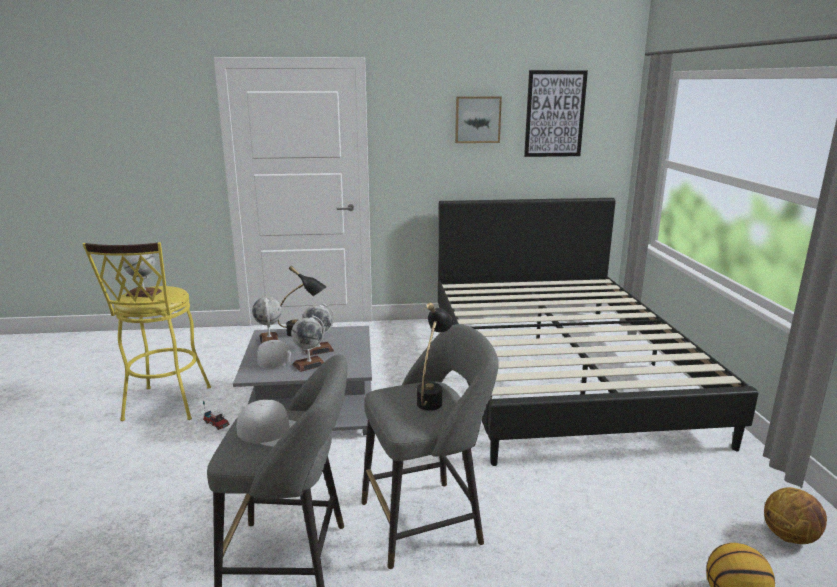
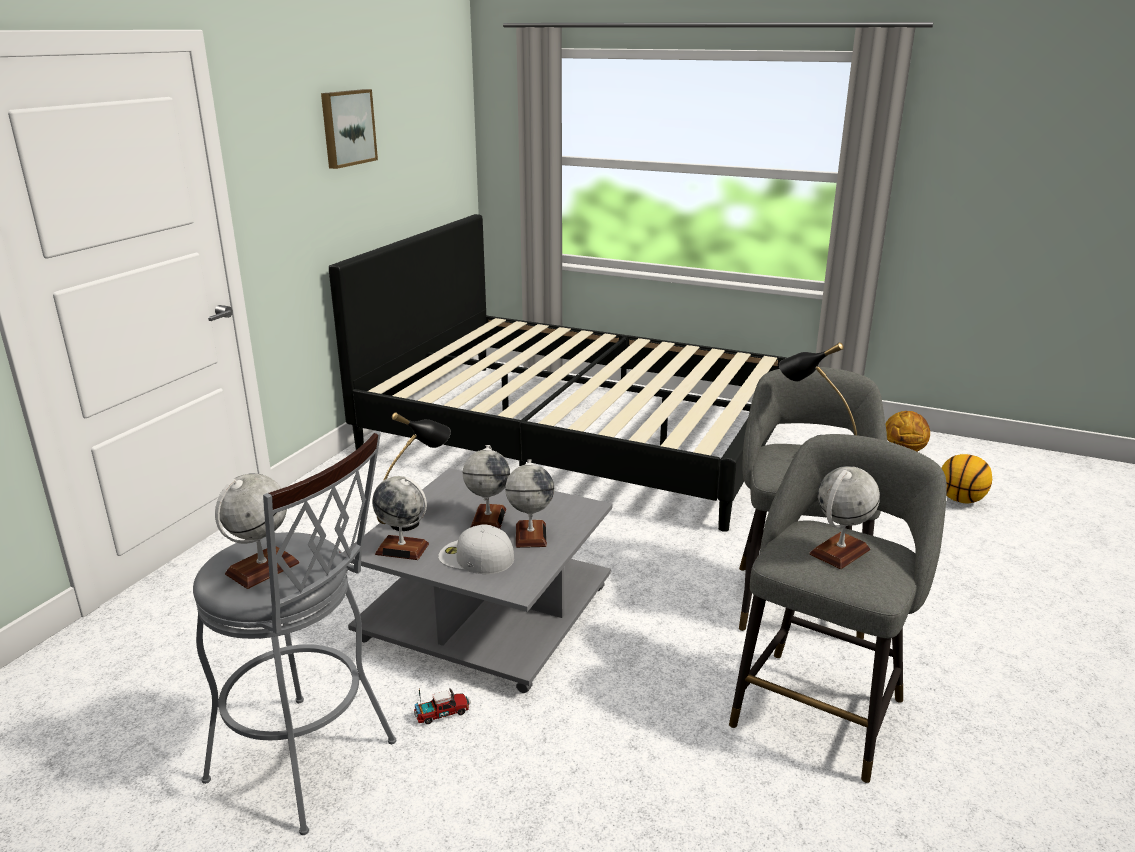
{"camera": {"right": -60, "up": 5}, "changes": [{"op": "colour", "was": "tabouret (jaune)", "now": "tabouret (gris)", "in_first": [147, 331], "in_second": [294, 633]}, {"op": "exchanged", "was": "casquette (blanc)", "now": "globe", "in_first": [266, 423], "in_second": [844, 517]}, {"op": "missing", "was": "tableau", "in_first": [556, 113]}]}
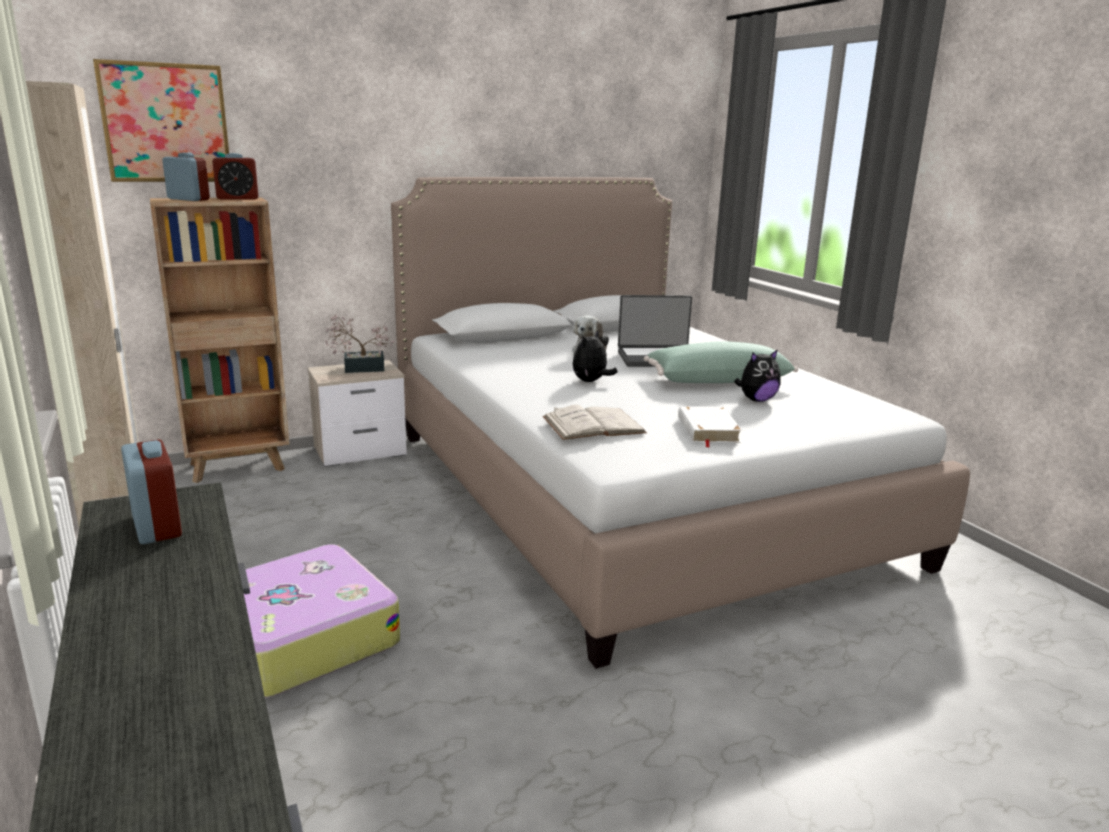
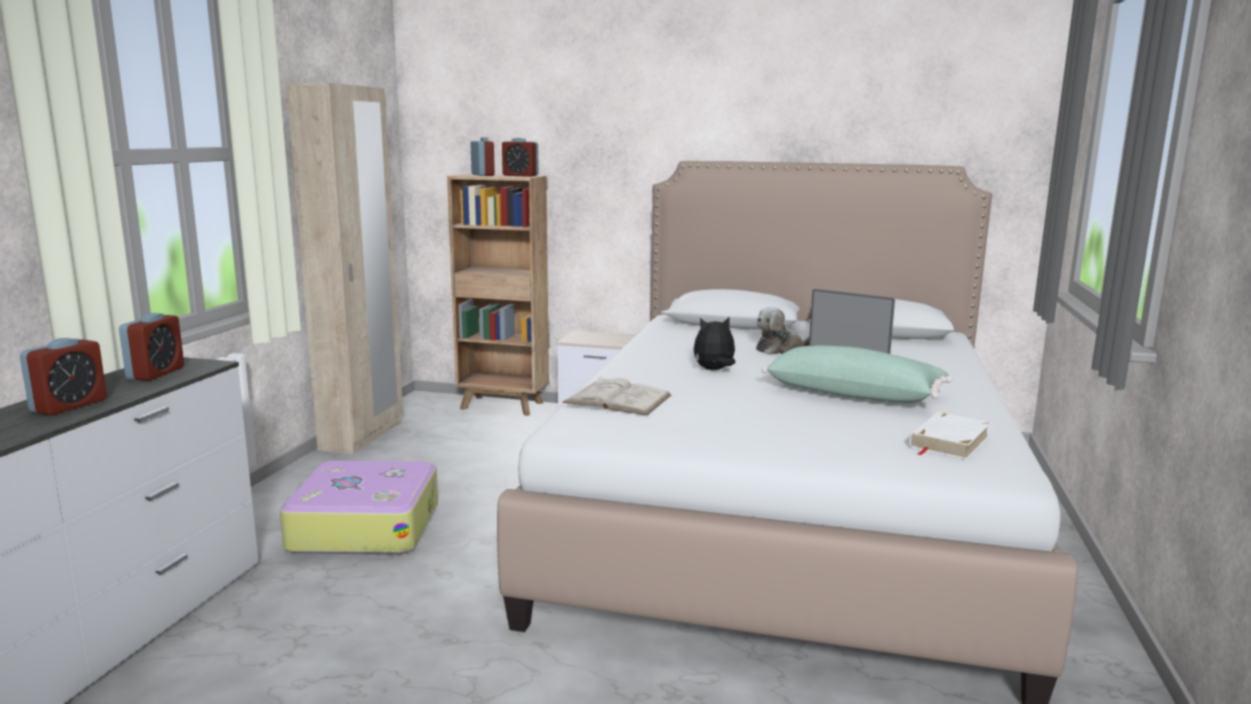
{"camera": {"right": 40, "up": -5}, "changes": [{"op": "missing", "was": "tableau", "in_first": [161, 120]}, {"op": "missing", "was": "plante en pot", "in_first": [359, 343]}, {"op": "relocated", "was": "livre (blanc)", "in_first": [710, 427], "in_second": [950, 436]}, {"op": "missing", "was": "peluche", "in_first": [757, 375]}, {"op": "appeared", "now": "réveil", "in_second": [63, 377]}]}
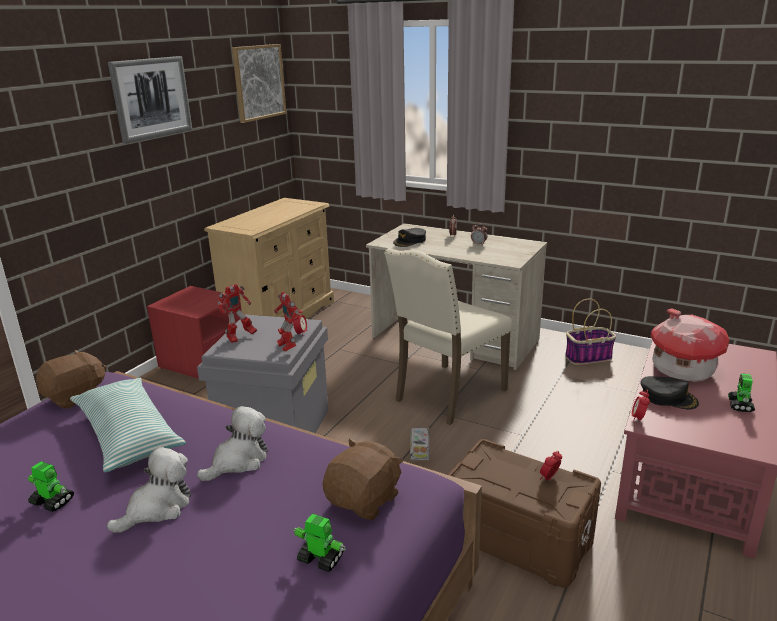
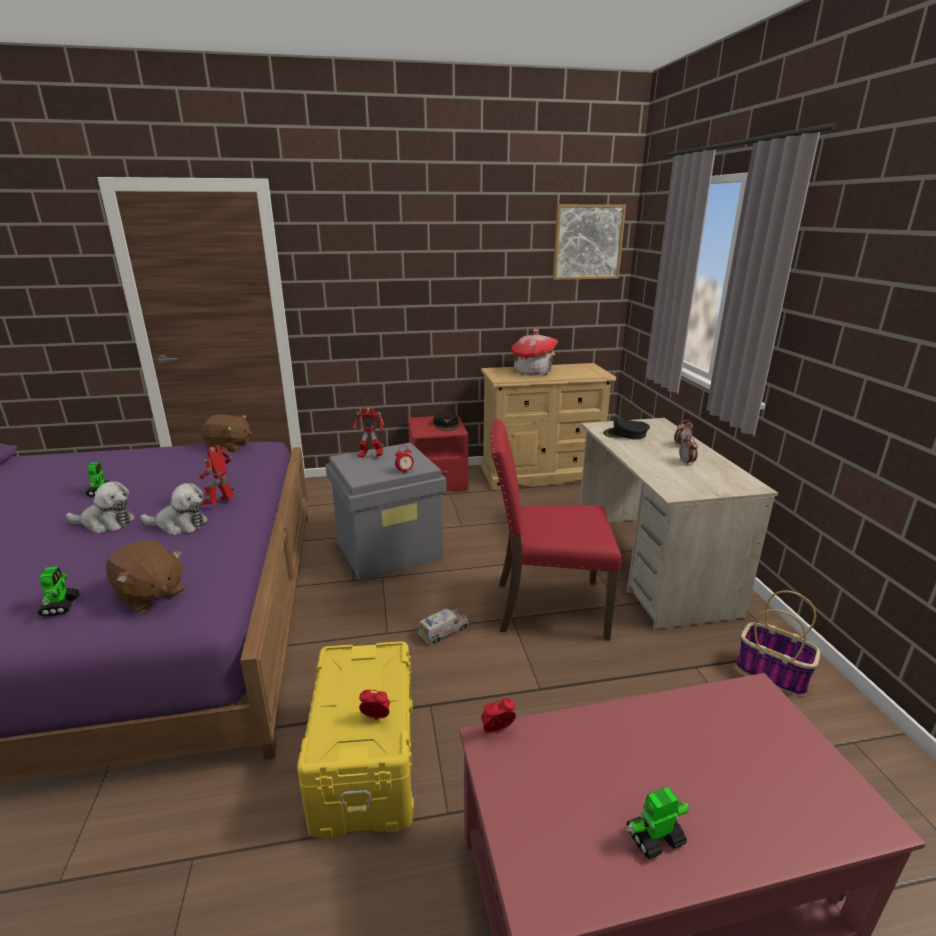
{"camera": {"right": 50, "up": 0}, "changes": [{"op": "missing", "was": "coussin", "in_first": [128, 425]}, {"op": "missing", "was": "tableau", "in_first": [150, 100]}, {"op": "relocated", "was": "robot jouet", "in_first": [286, 321], "in_second": [217, 475]}, {"op": "spun", "was": "peluche (marron)", "in_first": [362, 479], "in_second": [145, 576], "clockwise": 45}, {"op": "colour", "was": "chaise (beige)", "now": "chaise (rouge)", "in_first": [448, 336], "in_second": [556, 530]}, {"op": "colour", "was": "boîte de rangement (marron)", "now": "boîte de rangement (jaune)", "in_first": [524, 513], "in_second": [355, 740]}, {"op": "relocated", "was": "casquette (noir)", "in_first": [669, 392], "in_second": [446, 421]}, {"op": "relocated", "was": "maison miniature", "in_first": [690, 345], "in_second": [534, 352]}]}
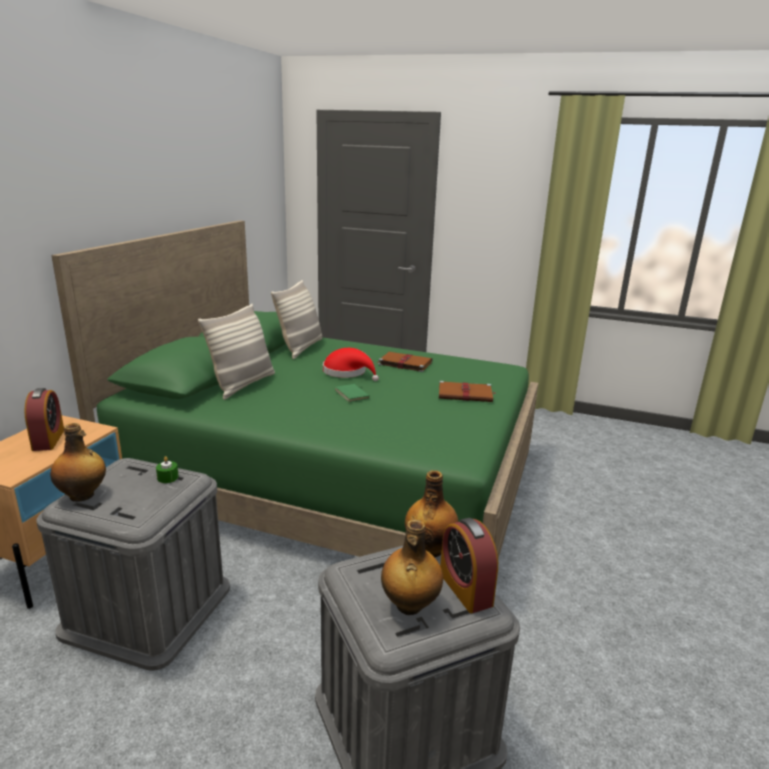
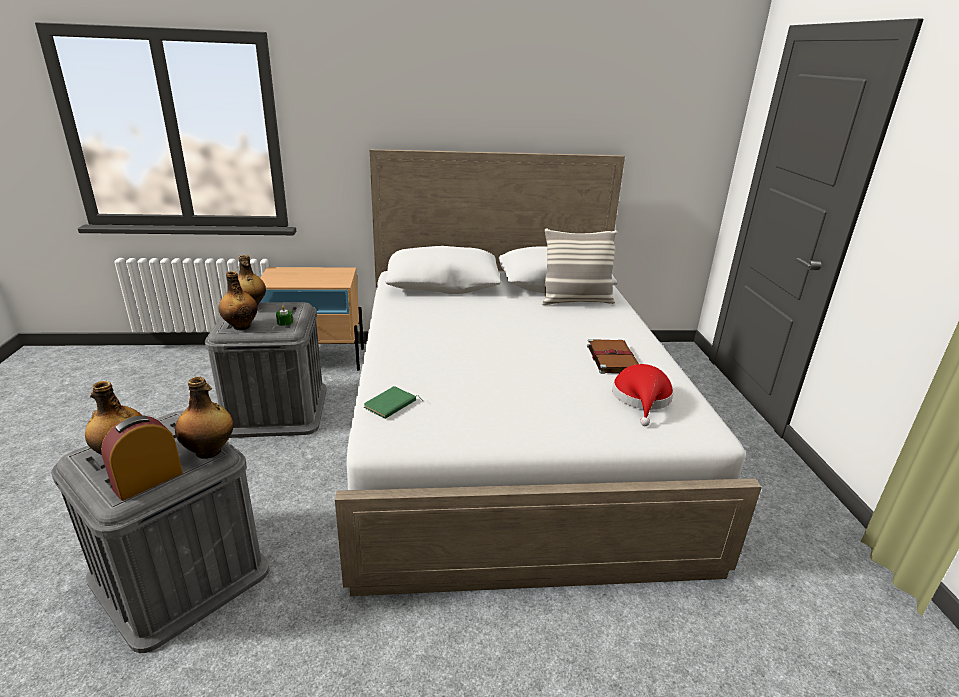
{"camera": {"right": 65, "up": 5}, "changes": [{"op": "missing", "was": "réveil", "in_first": [44, 419]}, {"op": "colour", "was": "lit (vert)", "now": "lit (blanc)", "in_first": [294, 389], "in_second": [548, 372]}, {"op": "missing", "was": "coussin", "in_first": [236, 352]}, {"op": "relocated", "was": "chapeau (rouge)", "in_first": [351, 364], "in_second": [643, 395]}, {"op": "relocated", "was": "livre (vert)", "in_first": [352, 393], "in_second": [393, 402]}, {"op": "missing", "was": "livre (marron)", "in_first": [467, 391]}, {"op": "appeared", "now": "bouteille", "in_second": [237, 300]}]}
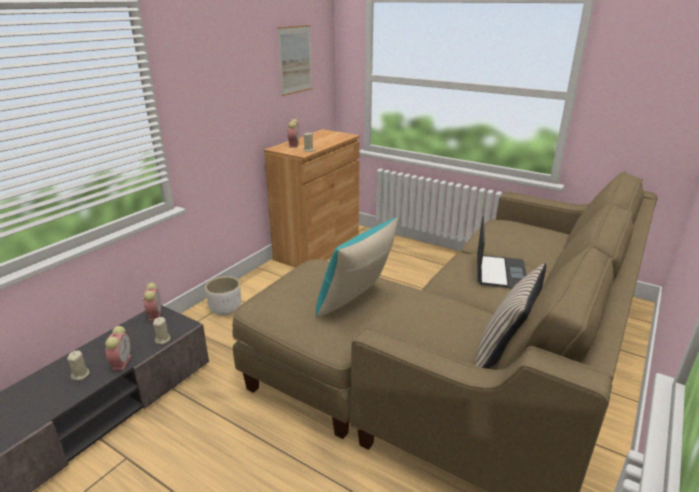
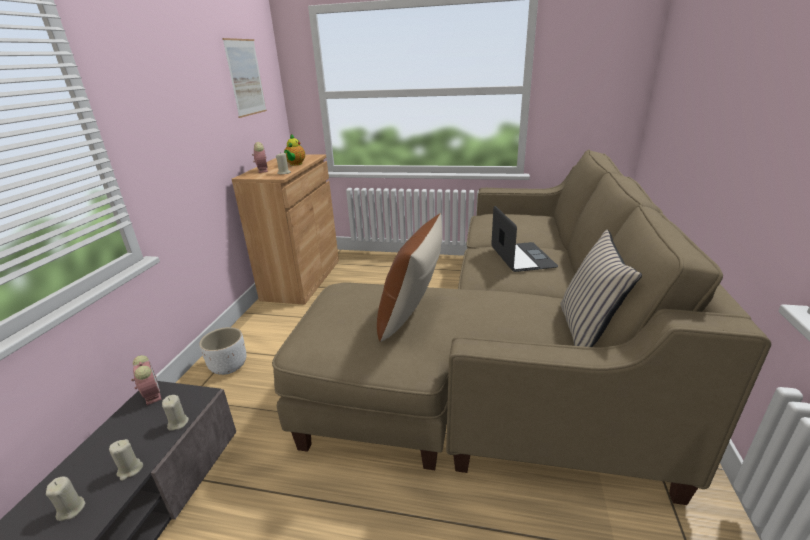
{"camera": {"right": -20, "up": 0}, "changes": [{"op": "exchanged", "was": "réveil", "now": "bougie (beige)", "in_first": [118, 348], "in_second": [126, 460]}, {"op": "colour", "was": "coussin (turquoise)", "now": "coussin (marron)", "in_first": [357, 267], "in_second": [409, 277]}, {"op": "appeared", "now": "théière", "in_second": [294, 150]}]}
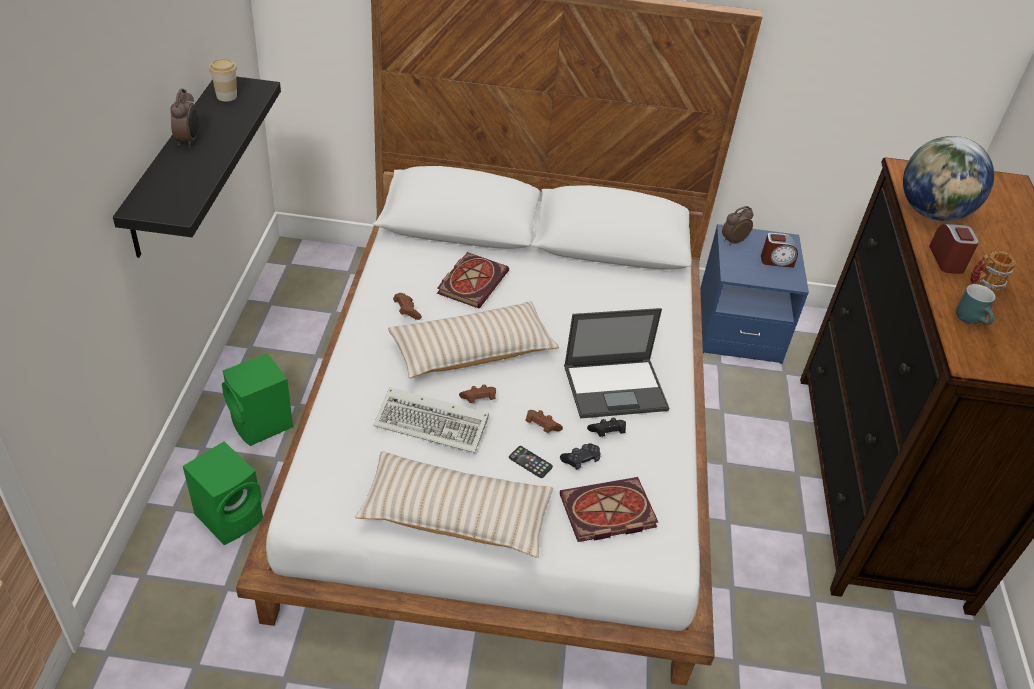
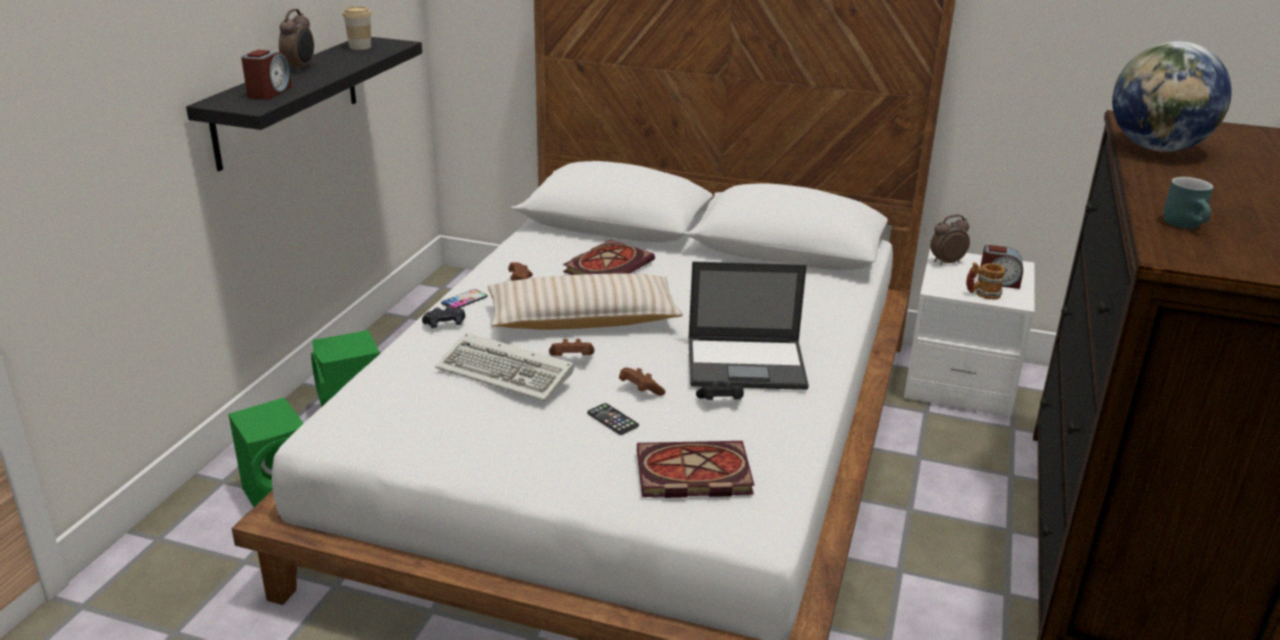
{"camera": {"right": 15, "up": -15}, "changes": [{"op": "missing", "was": "coussin (beige)", "in_first": [454, 505]}, {"op": "relocated", "was": "manette (noir)", "in_first": [580, 456], "in_second": [443, 317]}, {"op": "colour", "was": "table de chevet (bleu)", "now": "table de chevet (blanc)", "in_first": [754, 293], "in_second": [969, 333]}, {"op": "relocated", "was": "réveil", "in_first": [954, 249], "in_second": [266, 75]}, {"op": "relocated", "was": "mug", "in_first": [993, 271], "in_second": [986, 281]}, {"op": "appeared", "now": "téléphone", "in_second": [464, 298]}]}
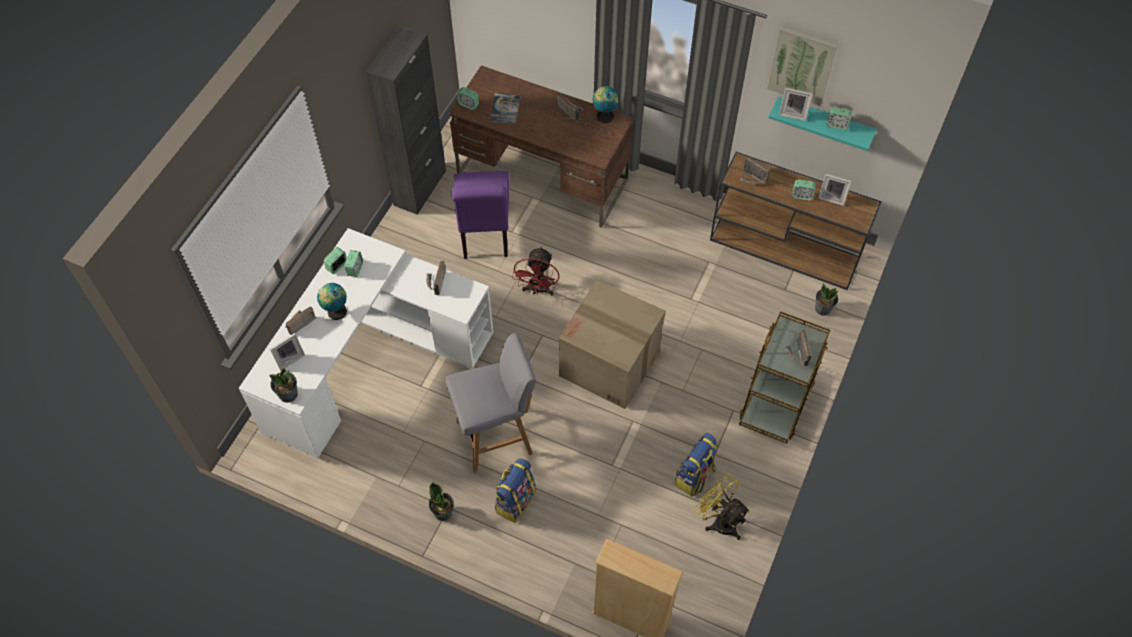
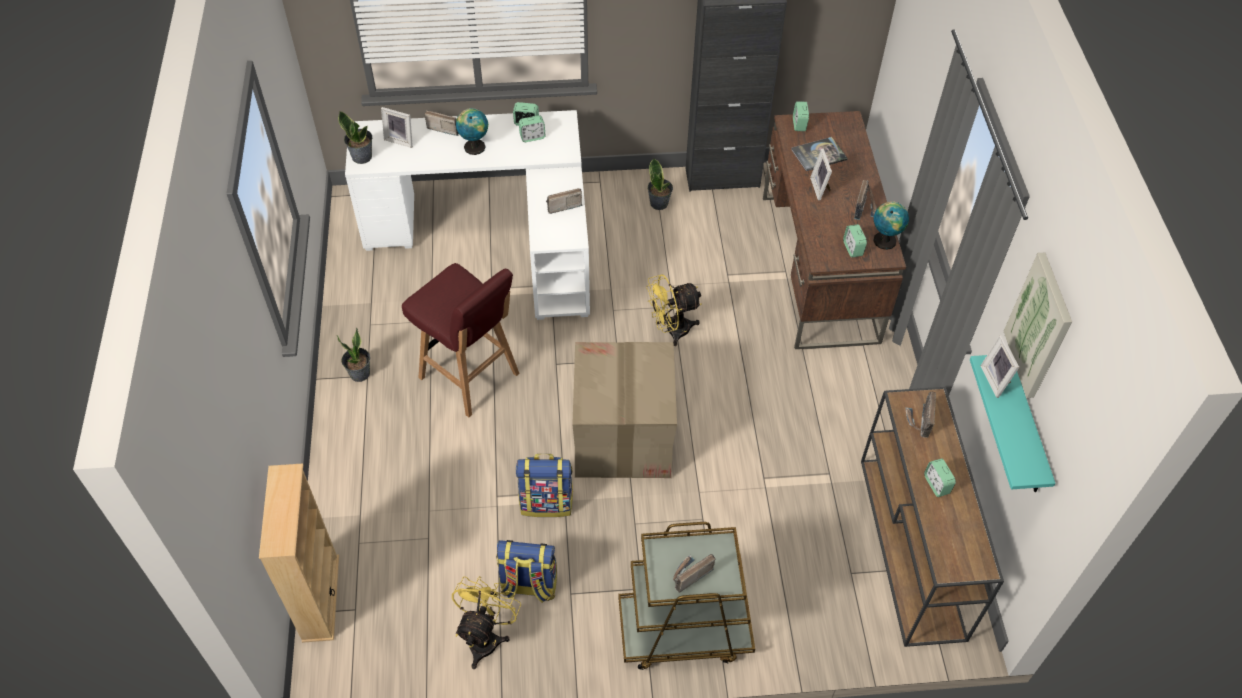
{"camera": {"right": 60, "up": -5}, "changes": [{"op": "colour", "was": "tabouret (gris)", "now": "tabouret (rouge)", "in_first": [491, 403], "in_second": [460, 340]}, {"op": "missing", "was": "chaise (violet)", "in_first": [480, 215]}, {"op": "relocated", "was": "sac à dos", "in_first": [515, 490], "in_second": [544, 485]}, {"op": "colour", "was": "ventilateur (rouge)", "now": "ventilateur (jaune)", "in_first": [536, 271], "in_second": [674, 310]}, {"op": "relocated", "was": "plante en pot", "in_first": [826, 299], "in_second": [660, 184]}, {"op": "relocated", "was": "cadre photo", "in_first": [835, 190], "in_second": [821, 175]}, {"op": "relocated", "was": "réveil", "in_first": [839, 118], "in_second": [855, 241]}]}
